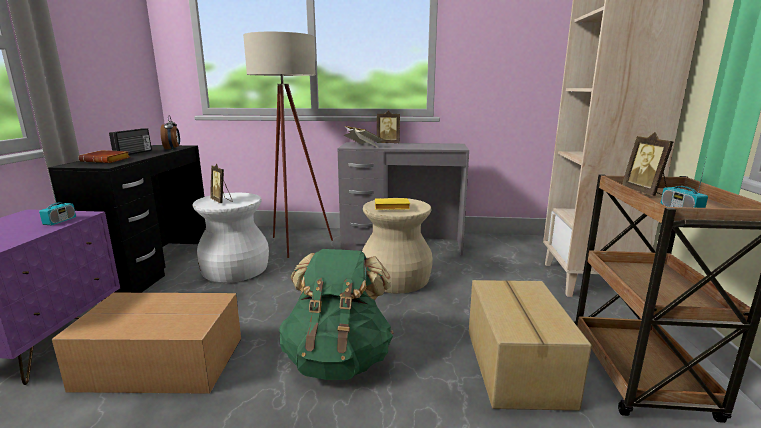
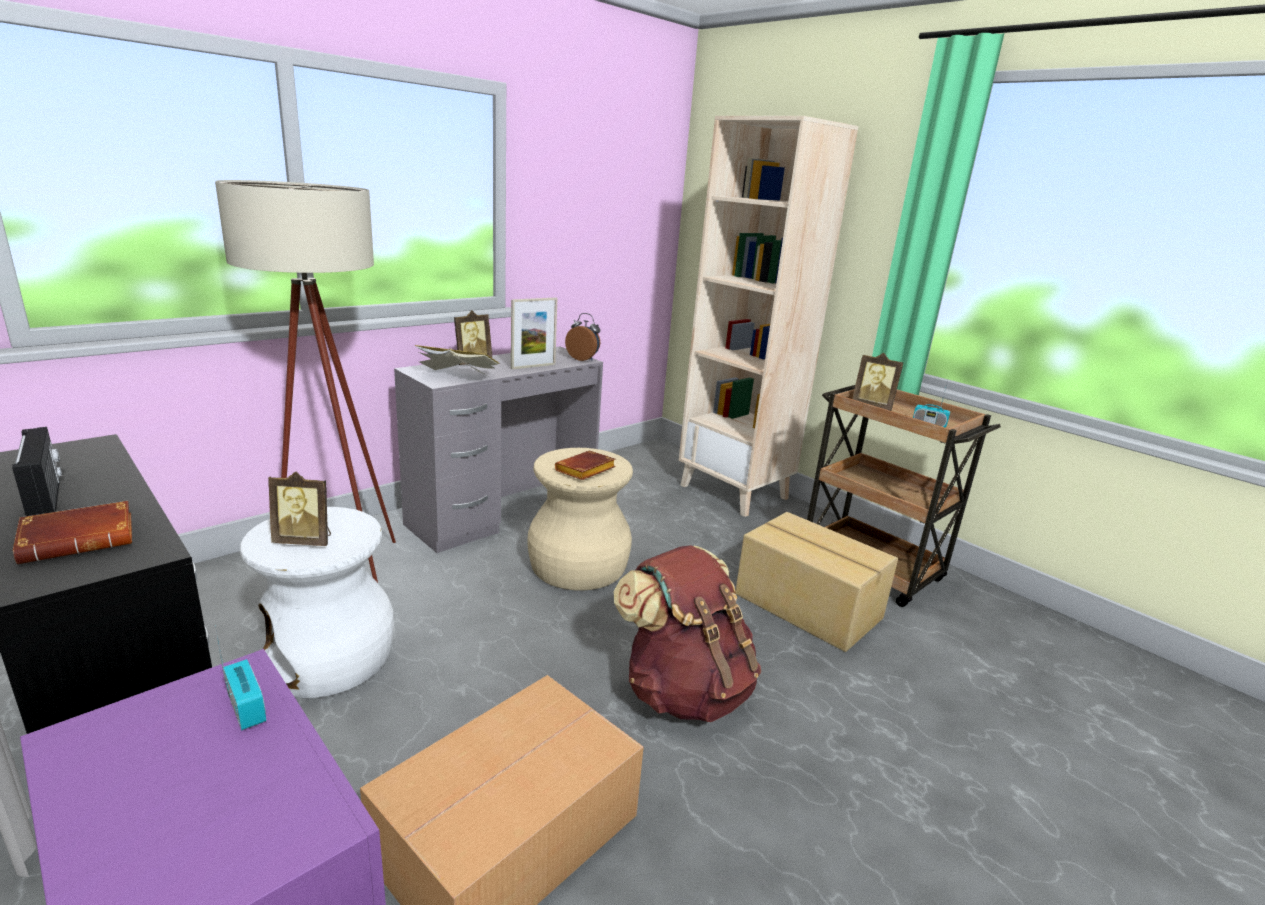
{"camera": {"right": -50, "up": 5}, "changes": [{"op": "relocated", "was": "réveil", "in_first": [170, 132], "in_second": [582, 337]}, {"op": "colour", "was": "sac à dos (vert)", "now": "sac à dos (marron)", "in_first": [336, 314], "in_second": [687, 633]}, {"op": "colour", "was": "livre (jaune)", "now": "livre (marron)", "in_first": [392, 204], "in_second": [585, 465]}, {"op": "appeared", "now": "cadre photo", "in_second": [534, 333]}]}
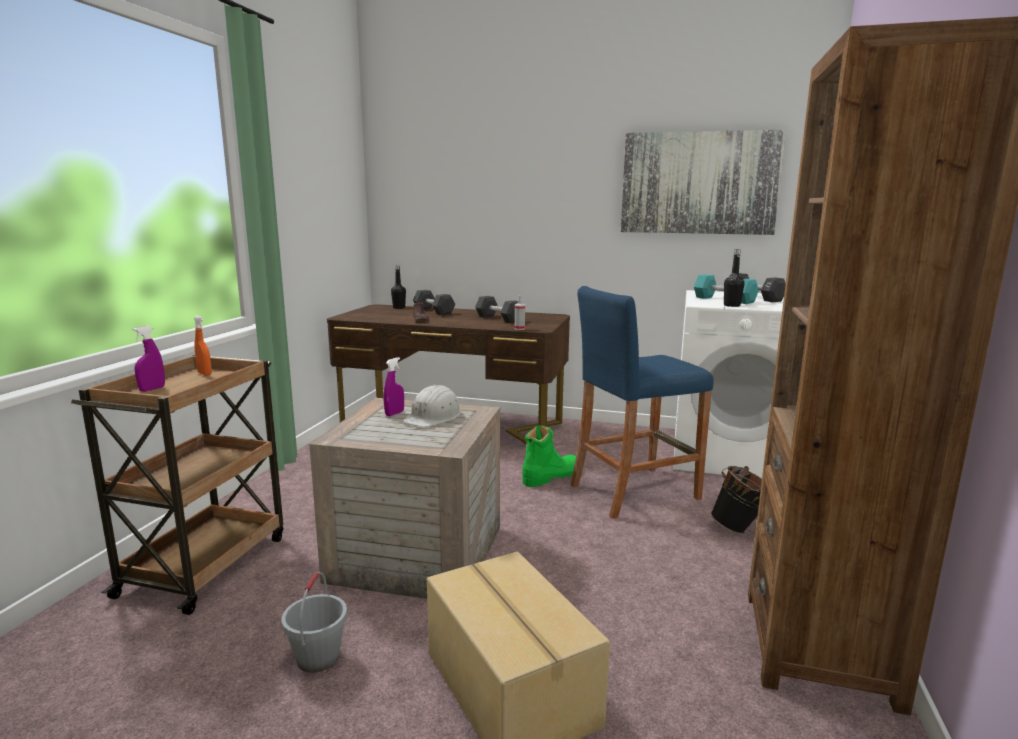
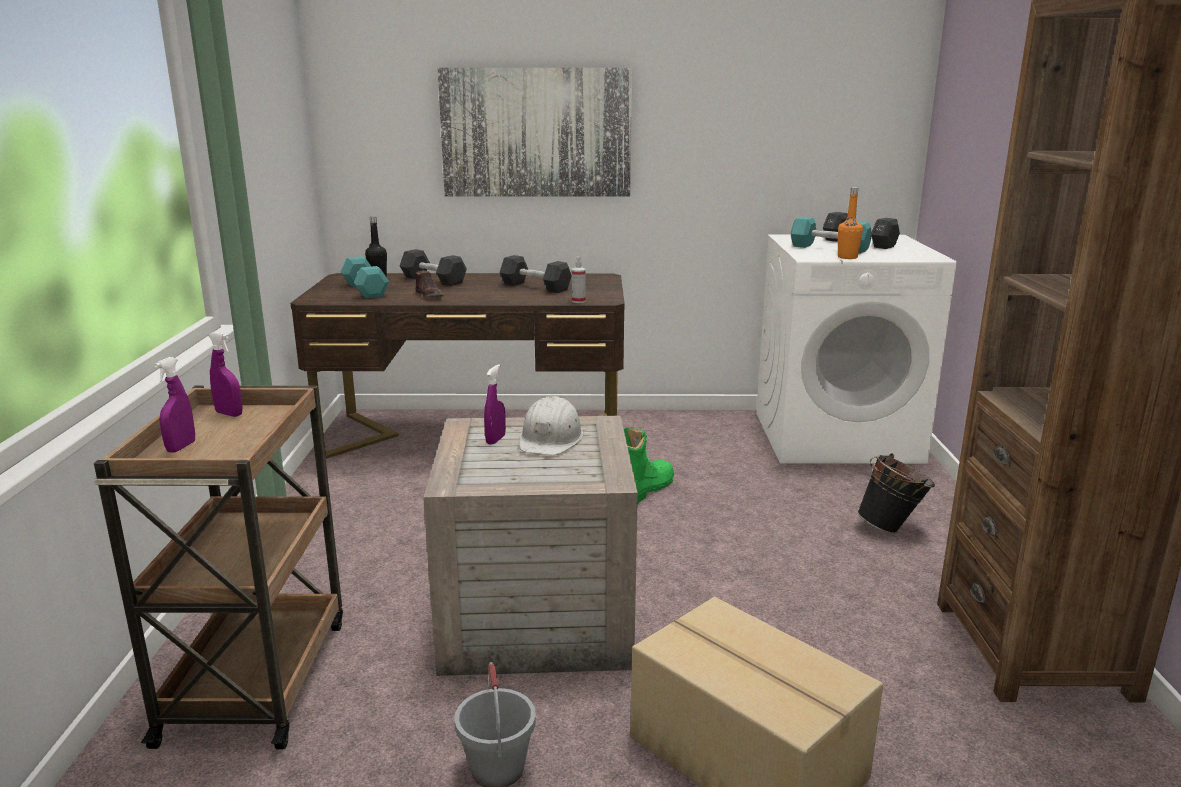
{"camera": {"right": -15, "up": 5}, "changes": [{"op": "colour", "was": "vaporisateur (orange)", "now": "vaporisateur (violet)", "in_first": [203, 346], "in_second": [225, 374]}, {"op": "missing", "was": "tabouret (bleu)", "in_first": [642, 402]}, {"op": "relocated", "was": "tableau", "in_first": [703, 182], "in_second": [535, 132]}, {"op": "colour", "was": "bouteille (noir)", "now": "bouteille (orange)", "in_first": [734, 278], "in_second": [850, 223]}, {"op": "appeared", "now": "haltère (turquoise)", "in_second": [365, 277]}]}
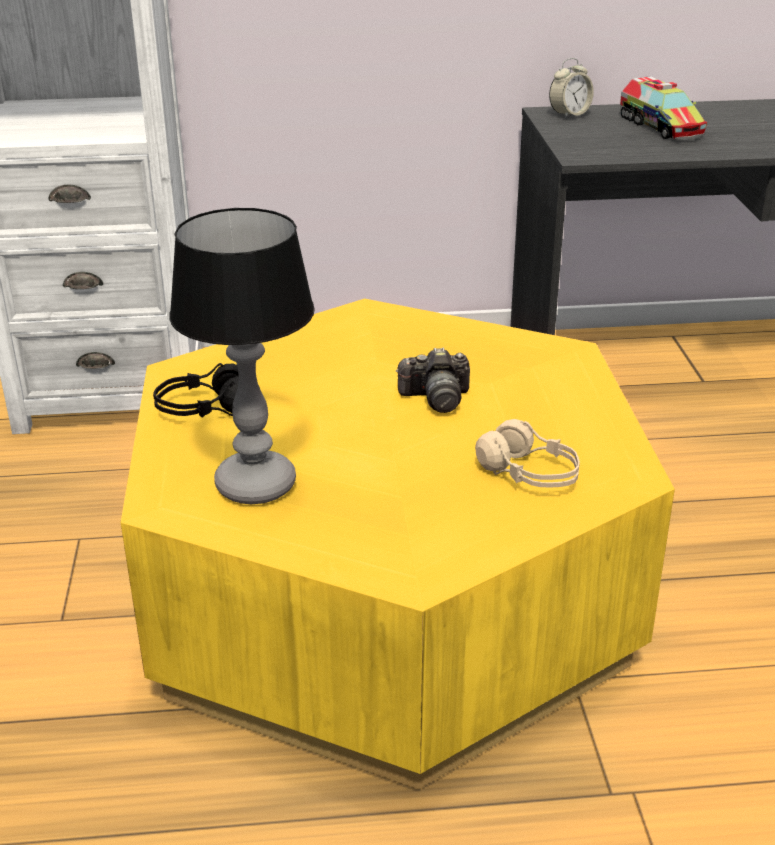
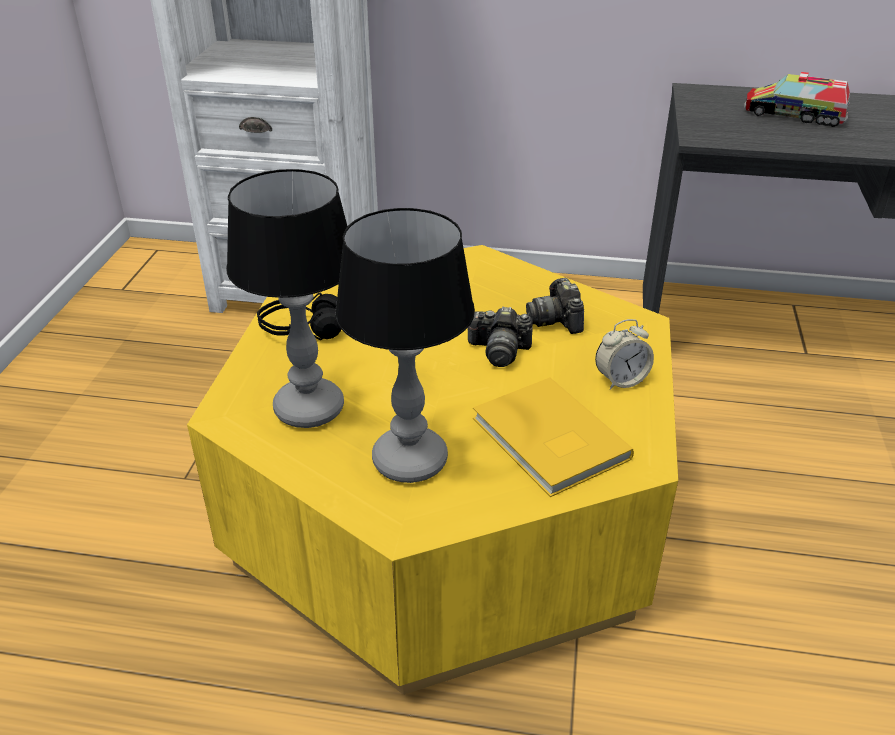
{"camera": {"right": 15, "up": 5}, "changes": [{"op": "exchanged", "was": "casque audio (beige)", "now": "livre (jaune)", "in_first": [527, 453], "in_second": [553, 437]}, {"op": "relocated", "was": "réveil", "in_first": [571, 88], "in_second": [624, 354]}, {"op": "spun", "was": "camion jouet", "in_first": [663, 108], "in_second": [797, 99], "clockwise": 120}, {"op": "appeared", "now": "lampe de table", "in_second": [405, 345]}, {"op": "appeared", "now": "appareil photo", "in_second": [555, 306]}]}
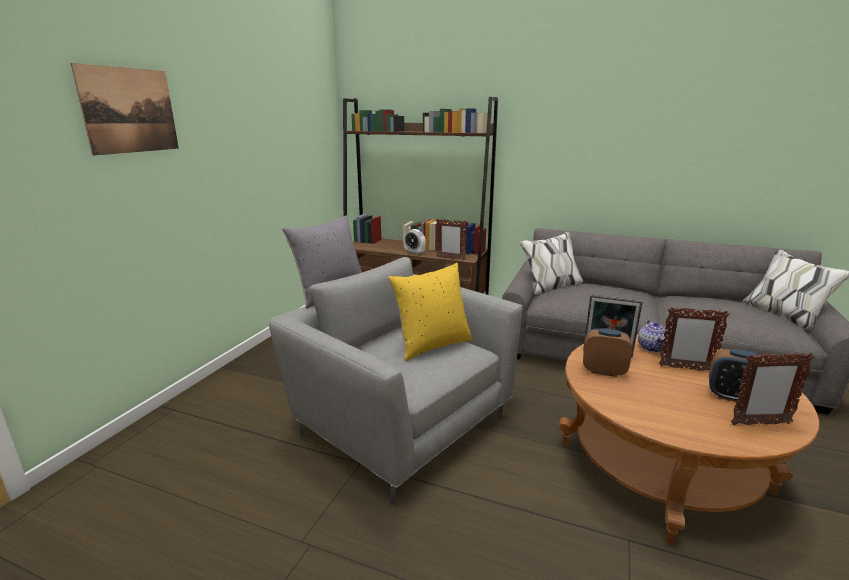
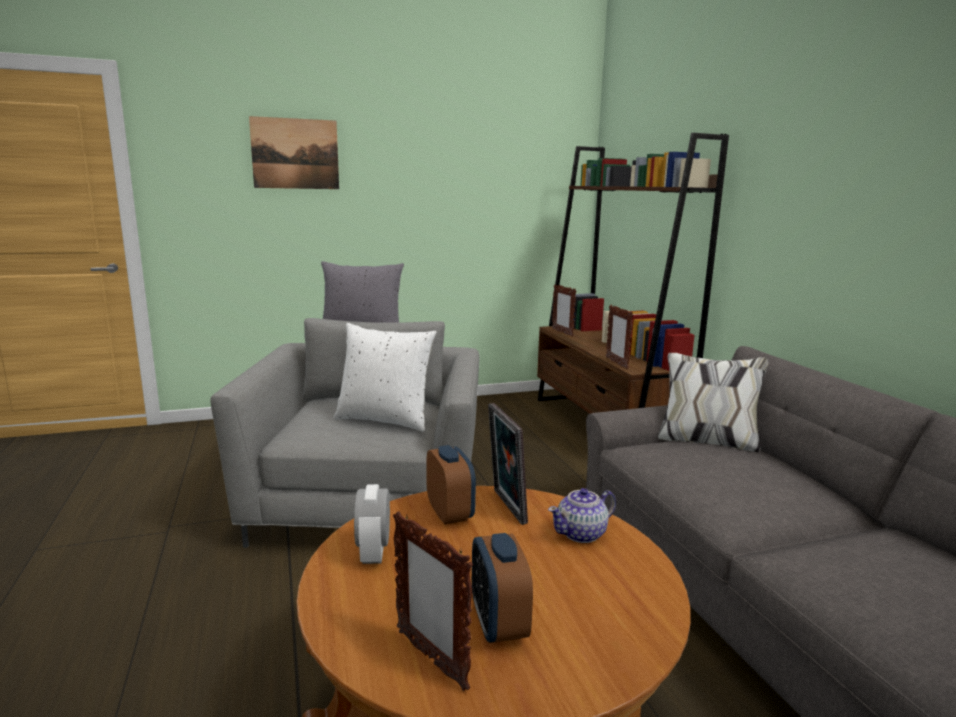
{"camera": {"right": 50, "up": -5}, "changes": [{"op": "colour", "was": "coussin (jaune)", "now": "coussin (blanc)", "in_first": [430, 312], "in_second": [385, 377]}, {"op": "relocated", "was": "réveil", "in_first": [415, 242], "in_second": [372, 524]}, {"op": "relocated", "was": "cadre photo", "in_first": [694, 338], "in_second": [564, 310]}]}
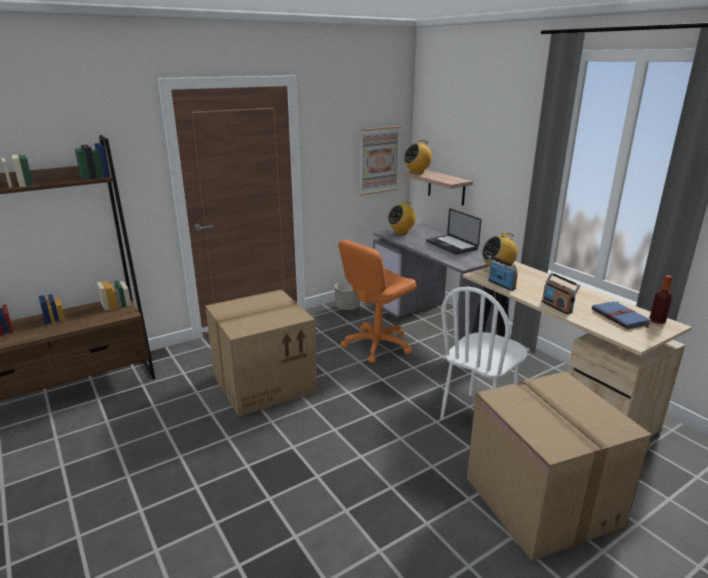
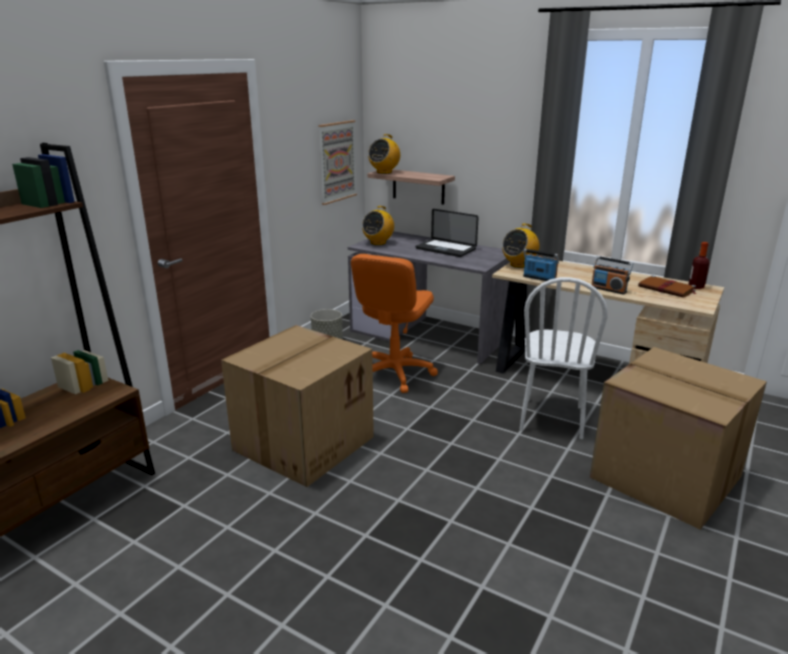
{"camera": {"right": -25, "up": 0}, "changes": [{"op": "colour", "was": "livre (bleu)", "now": "livre (marron)", "in_first": [622, 315], "in_second": [668, 286]}]}
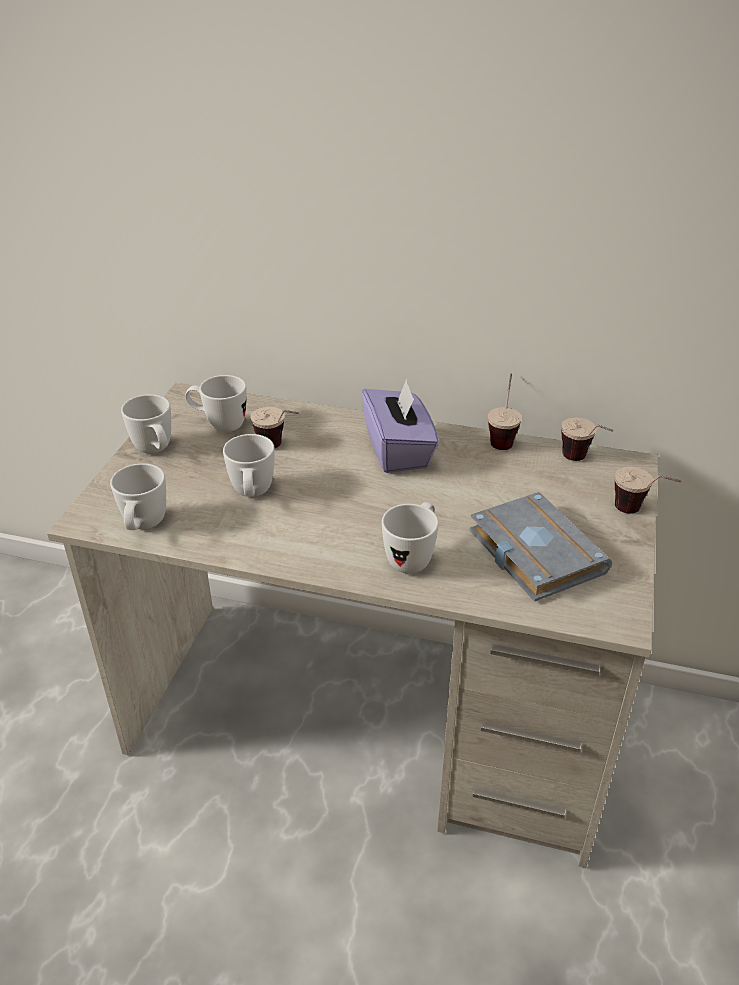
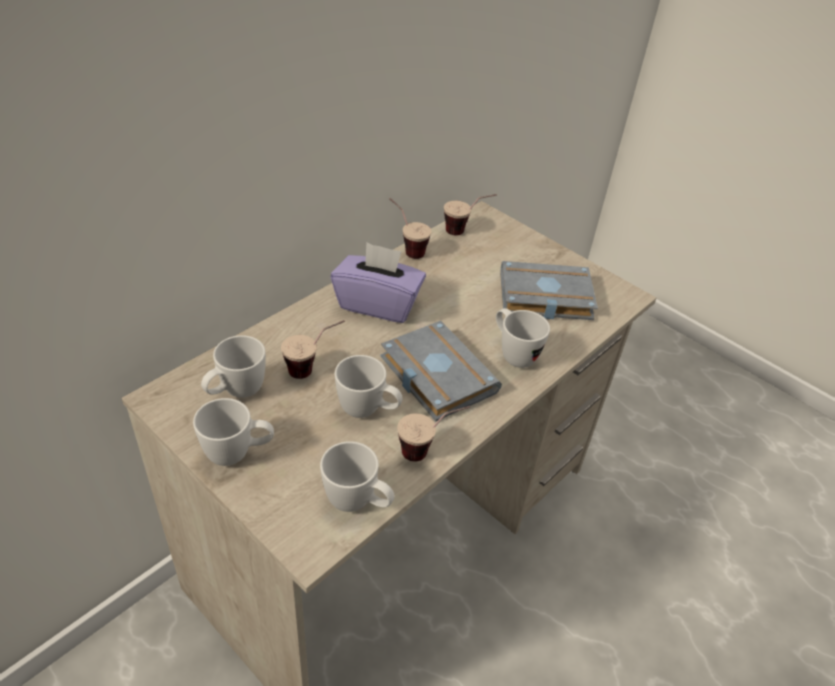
{"camera": {"right": -65, "up": 5}, "changes": [{"op": "relocated", "was": "tasse", "in_first": [648, 490], "in_second": [433, 434]}, {"op": "appeared", "now": "livre (gris)", "in_second": [441, 371]}]}
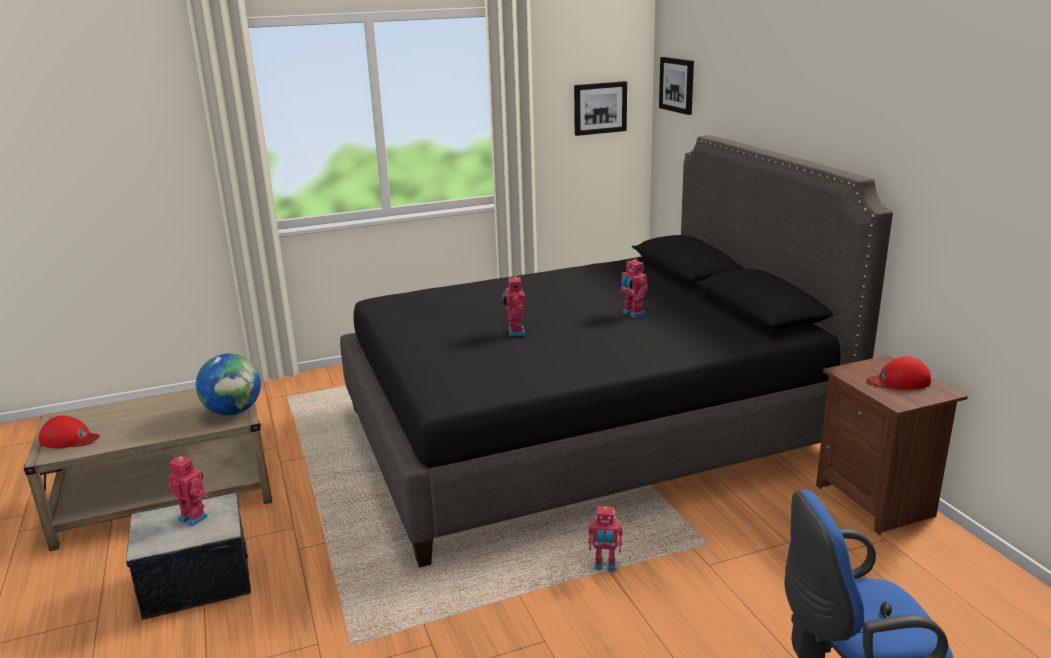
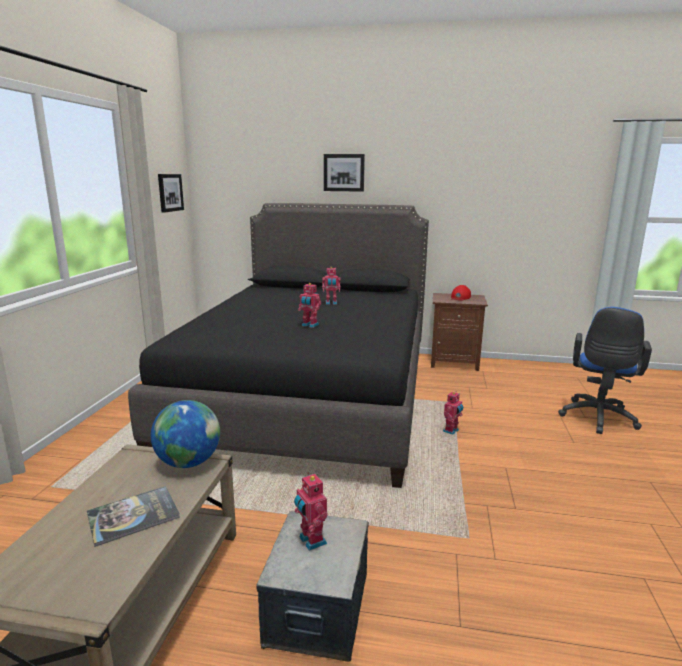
{"camera": {"right": -60, "up": -5}, "changes": [{"op": "missing", "was": "casquette (rouge)", "in_first": [69, 432]}, {"op": "spun", "was": "robot jouet", "in_first": [188, 491], "in_second": [311, 512], "clockwise": -90}, {"op": "relocated", "was": "tableau", "in_first": [676, 86], "in_second": [344, 173]}, {"op": "appeared", "now": "livre", "in_second": [133, 516]}]}
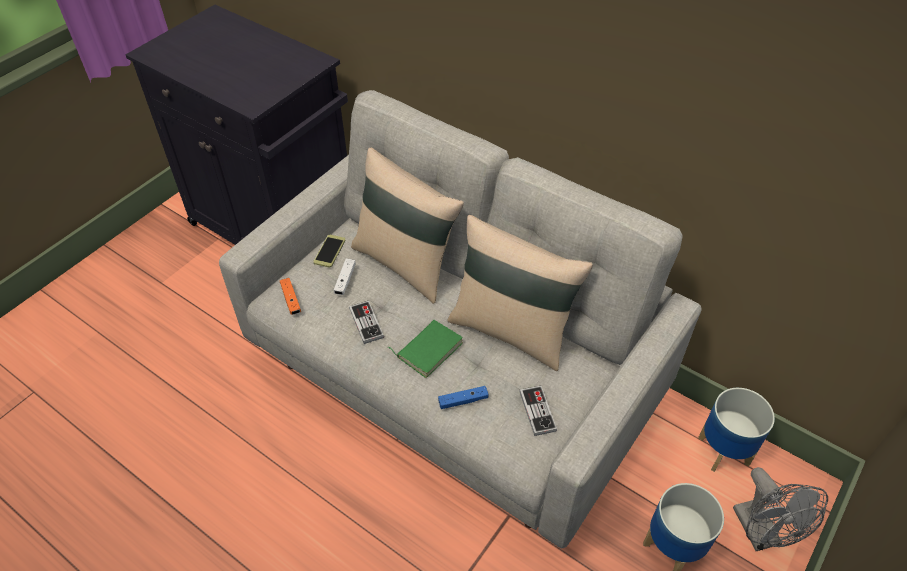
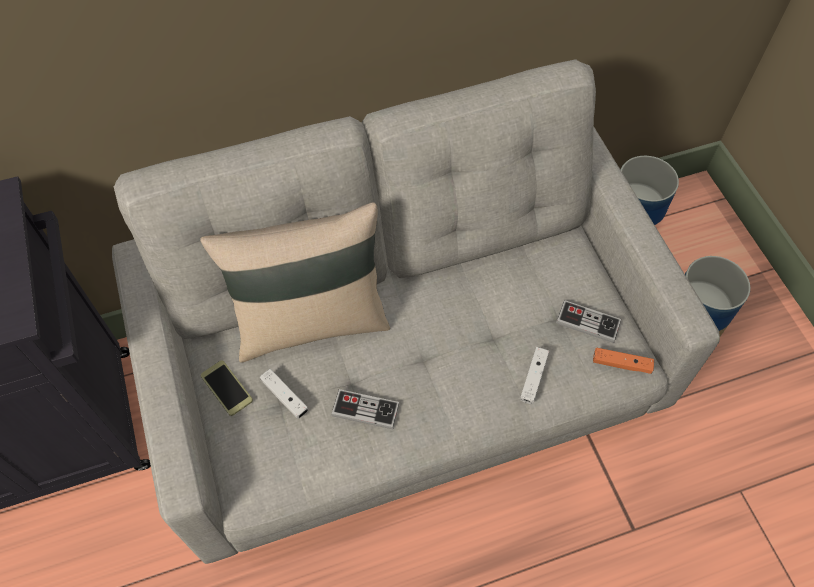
{"camera": {"right": -55, "up": 10}, "changes": [{"op": "relocated", "was": "manette (orange)", "in_first": [290, 296], "in_second": [623, 360]}, {"op": "missing", "was": "livre (vert)", "in_first": [425, 349]}, {"op": "colour", "was": "manette (bleu)", "now": "manette (blanc)", "in_first": [463, 397], "in_second": [534, 375]}, {"op": "missing", "was": "coussin (beige)", "in_first": [520, 293]}, {"op": "missing", "was": "ventilateur (gris)", "in_first": [780, 509]}]}
